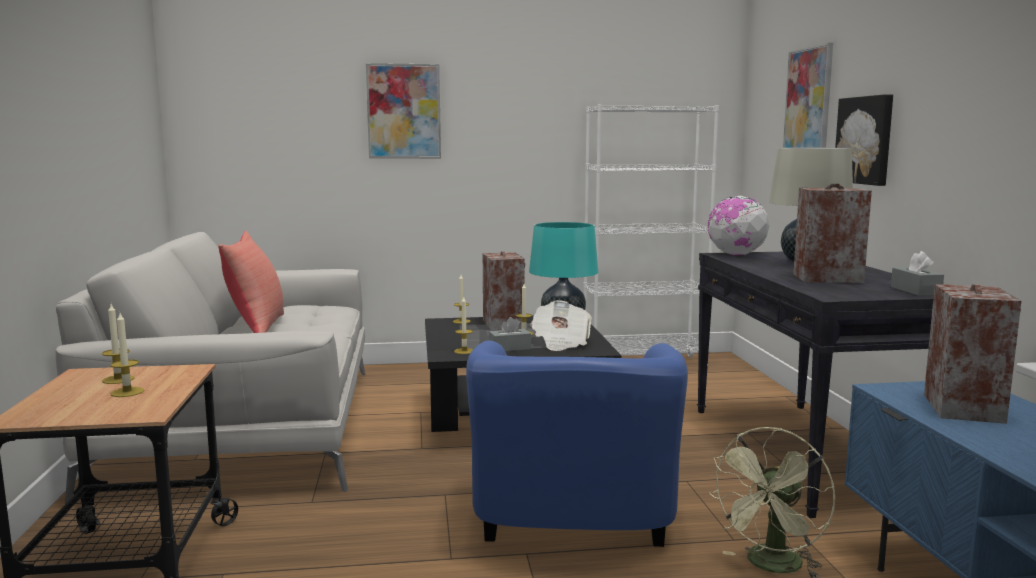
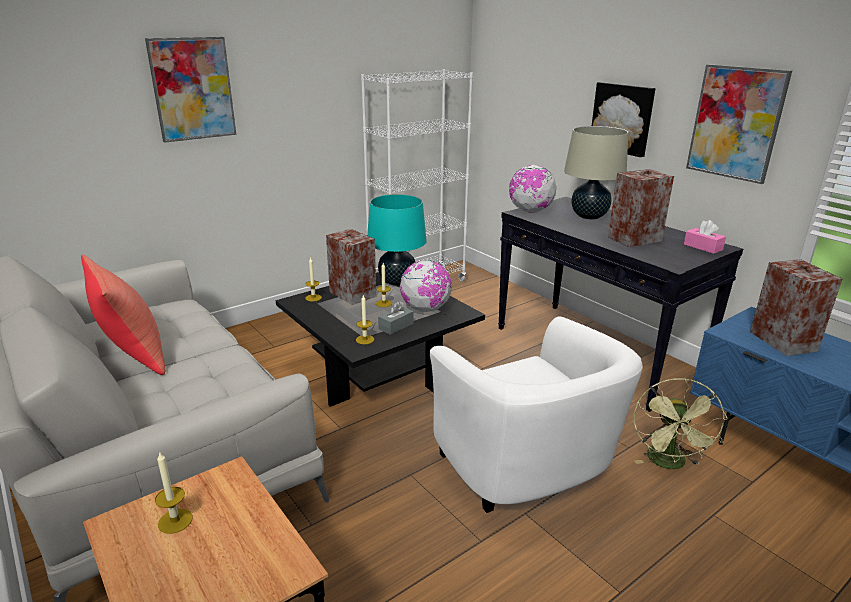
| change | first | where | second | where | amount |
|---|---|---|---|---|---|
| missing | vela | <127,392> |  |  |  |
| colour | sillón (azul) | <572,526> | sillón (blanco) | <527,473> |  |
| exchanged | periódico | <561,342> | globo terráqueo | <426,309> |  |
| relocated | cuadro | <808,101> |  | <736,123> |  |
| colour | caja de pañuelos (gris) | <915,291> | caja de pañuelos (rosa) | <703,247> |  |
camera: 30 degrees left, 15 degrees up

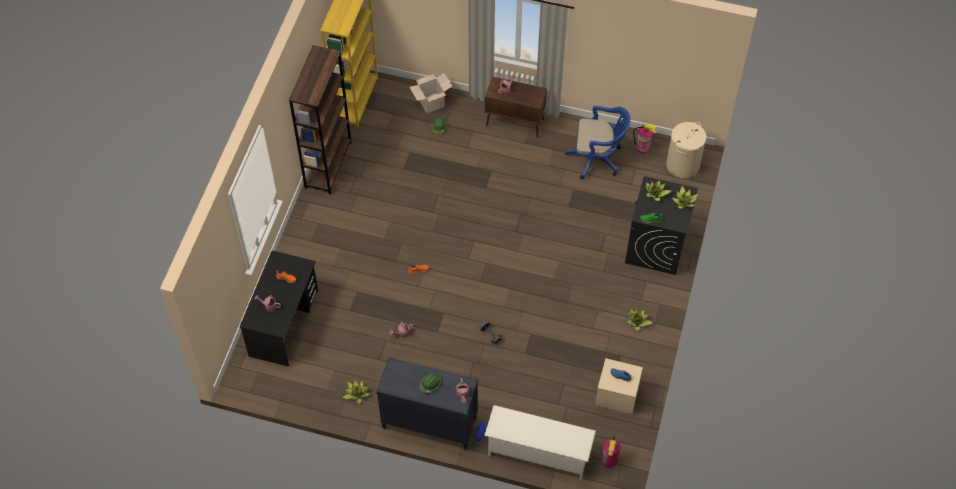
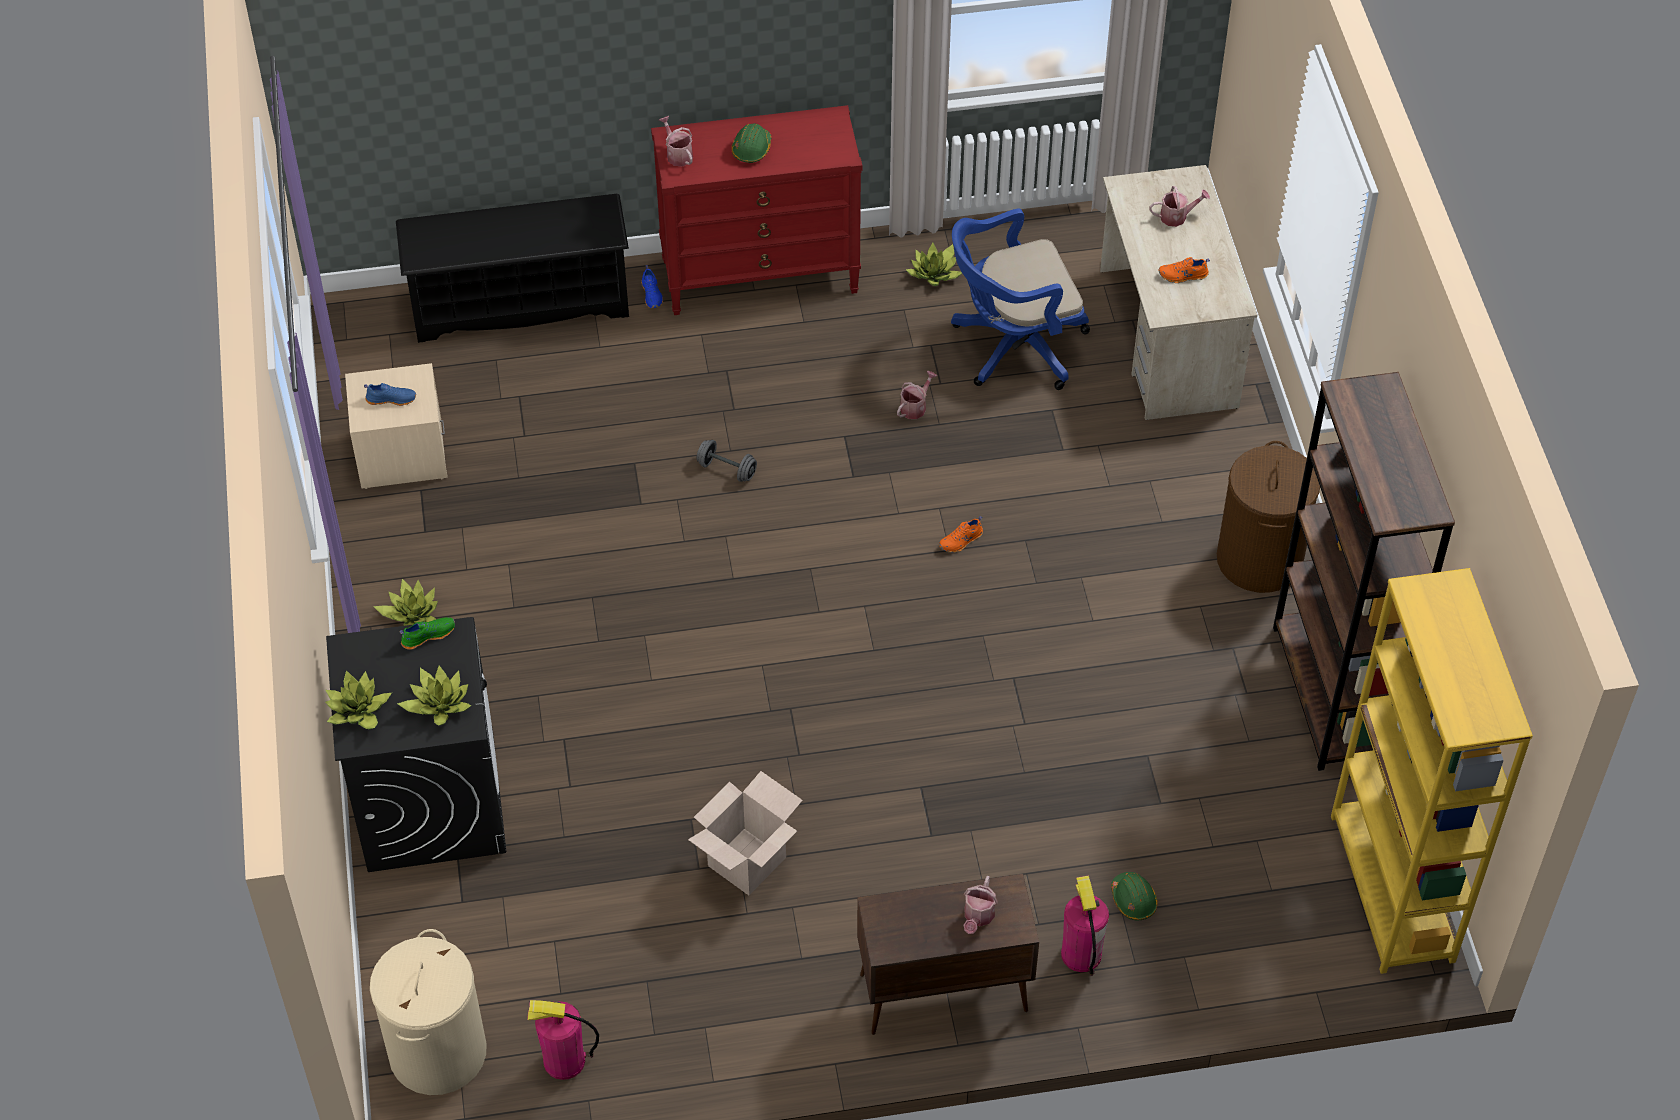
| change | first | where | second | where | amount |
|---|---|---|---|---|---|
| colour | escritorio (negro) | <284,323> | escritorio (beis) | <1167,338> |  |
| colour | cómoda (negro) | <429,424> | cómoda (rojo) | <761,275> |  |
| relocated | caja de cartón | <431,103> |  | <747,862> |  |
| colour | zapatero (blanco) | <538,452> | zapatero (negro) | <520,303> |  |
| relocated | silla de oficina (azul) | <597,158> |  | <1012,347> |  |
| relocated | extintor | <609,460> |  | <1081,954> |  |
| appeared |  |  | cesto de la ropa (marrón) | <1260,560> |  |
camera: 155 degrees right, 5 degrees down

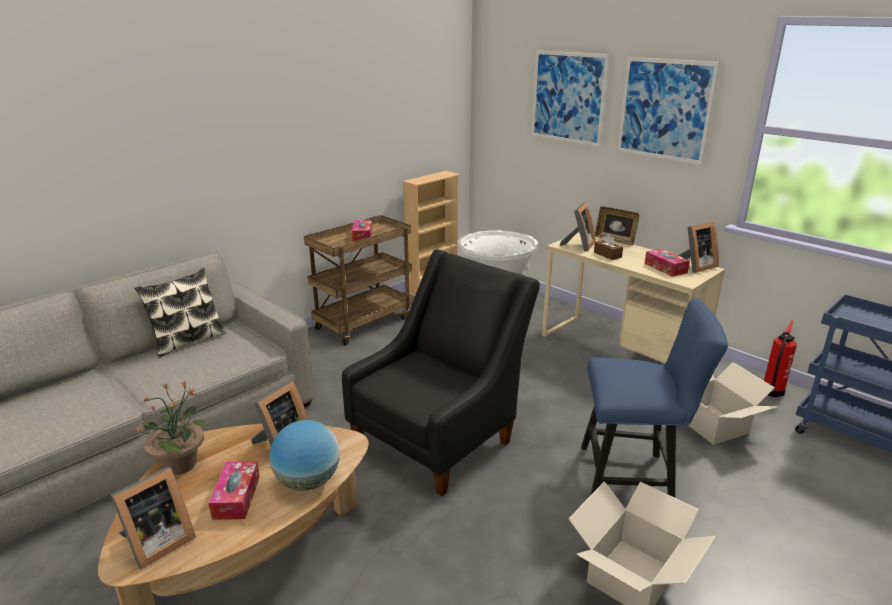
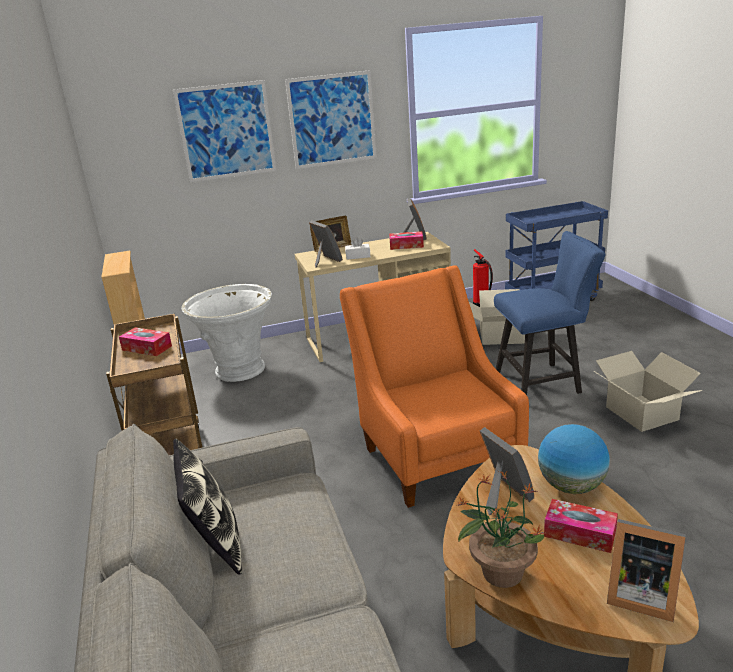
| change | first | where | second | where | amount |
|---|---|---|---|---|---|
| spun | portarretratos | <156,543> |  | <639,595> | 135 degrees clockwise |
| colour | sillón (negro) | <440,437> | sillón (naranja) | <435,453> |  |
| spun | silla (azul) | <633,478> |  | <543,382> | 45 degrees clockwise |
| colour | caja de pañuelos (marrón) | <607,255> | caja de pañuelos (blanco) | <358,256> |  |
camera: 60 degrees left, 0 degrees up

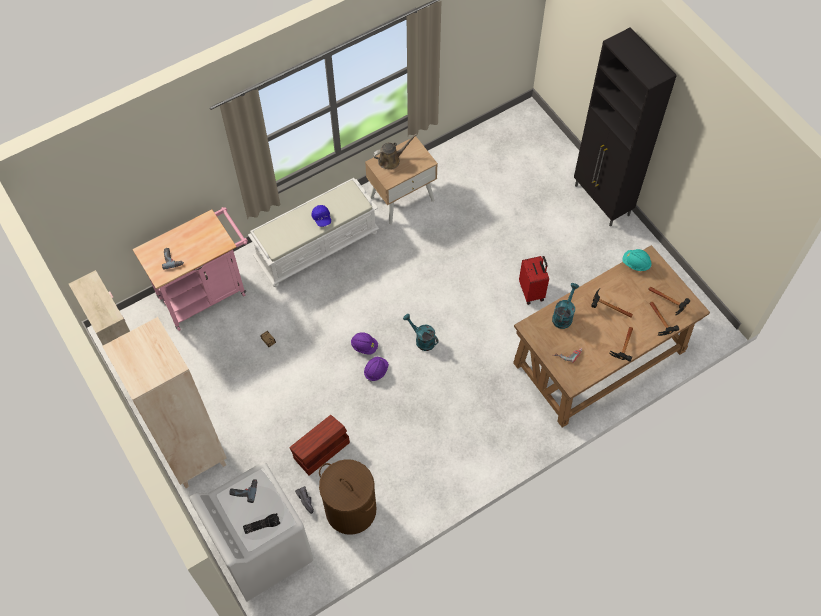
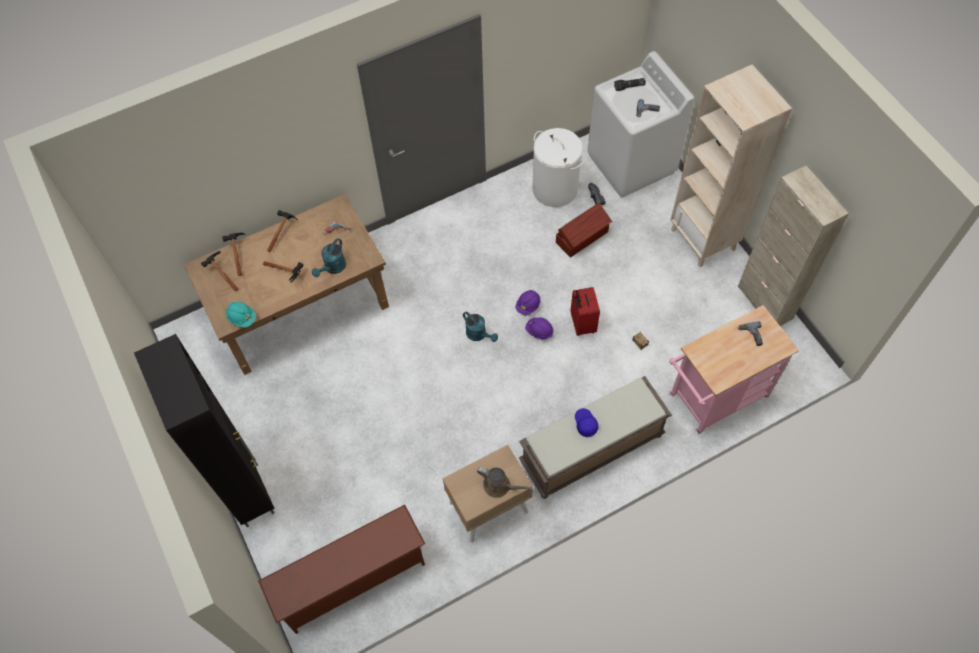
| change | first | where | second | where | amount |
|---|---|---|---|---|---|
| colour | banco (blanco) | <317,245> | banco (marrón) | <591,450> |  |
| colour | cesto de la ropa (marrón) | <350,510> | cesto de la ropa (blanco) | <555,189> |  |
| spun | regadera (marrón) | <391,160> |  | <499,486> | 135 degrees counterclockwise |
| relocated | maleta (rojo) | <532,291> |  | <582,324> |  |
| appeared |  |  | zapatero (marrón) | <352,581> |  |
camera: 175 degrees left, 0 degrees up

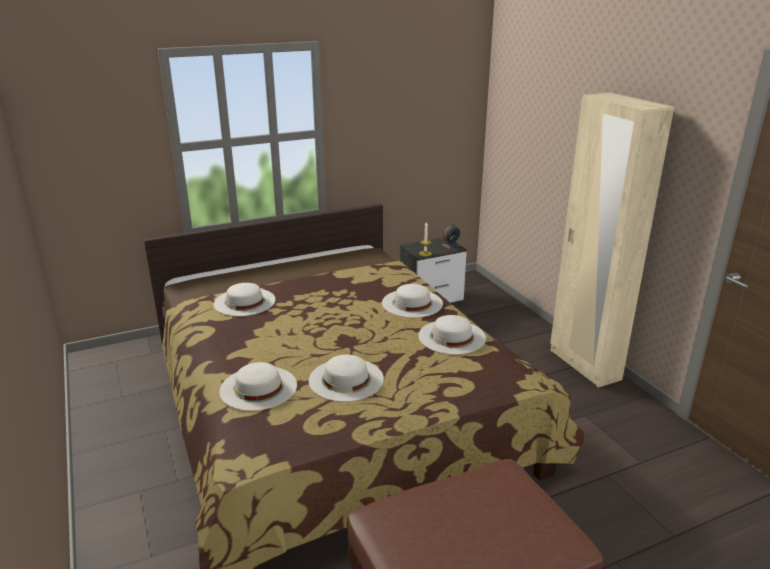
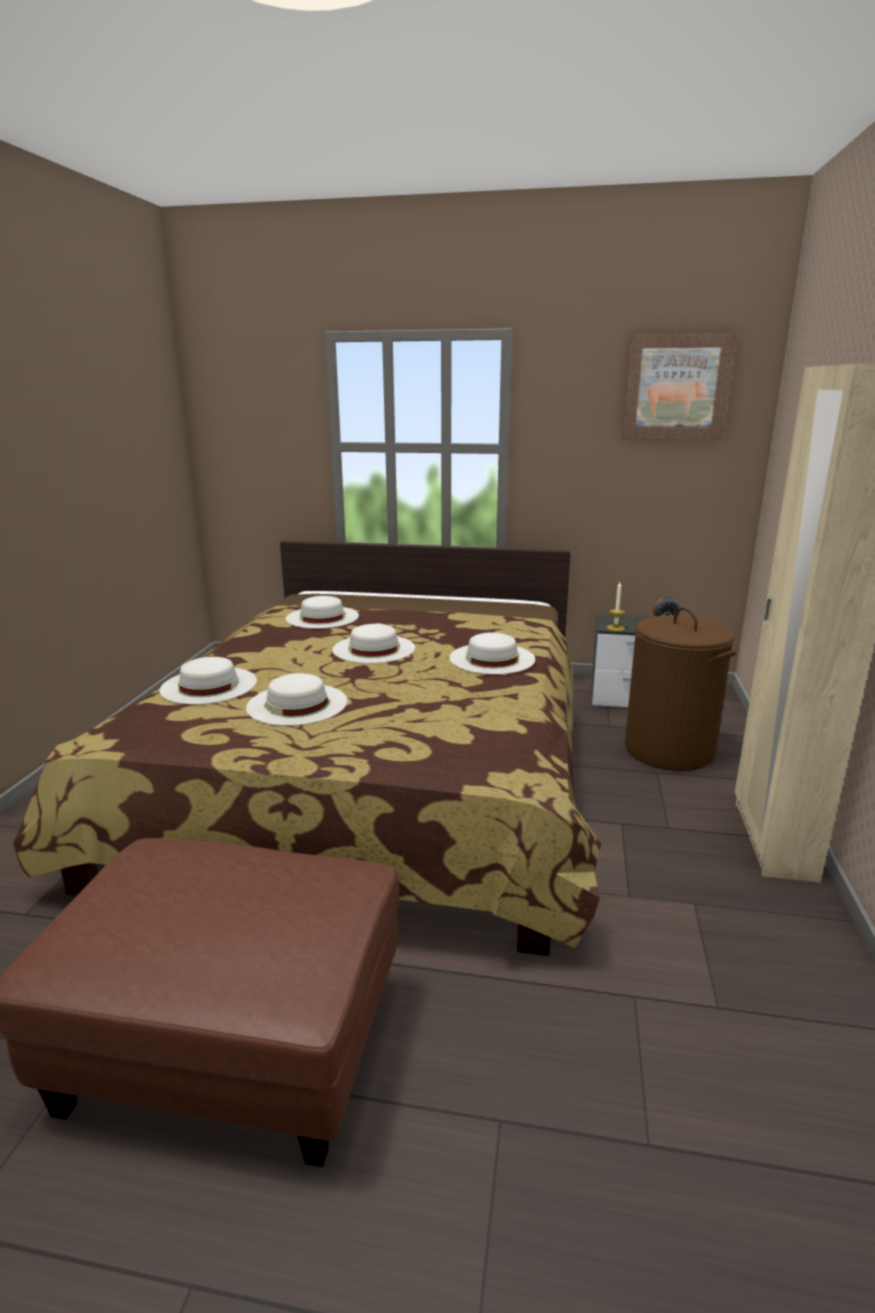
| change | first | where | second | where | amount |
|---|---|---|---|---|---|
| relocated | sombrero (blanco) | <452,336> |  | <374,648> |  |
| appeared |  |  | cuadro | <676,387> |  |
| appeared |  |  | cesto de la ropa (marrón) | <669,750> |  |
camera: 35 degrees right, 5 degrees down

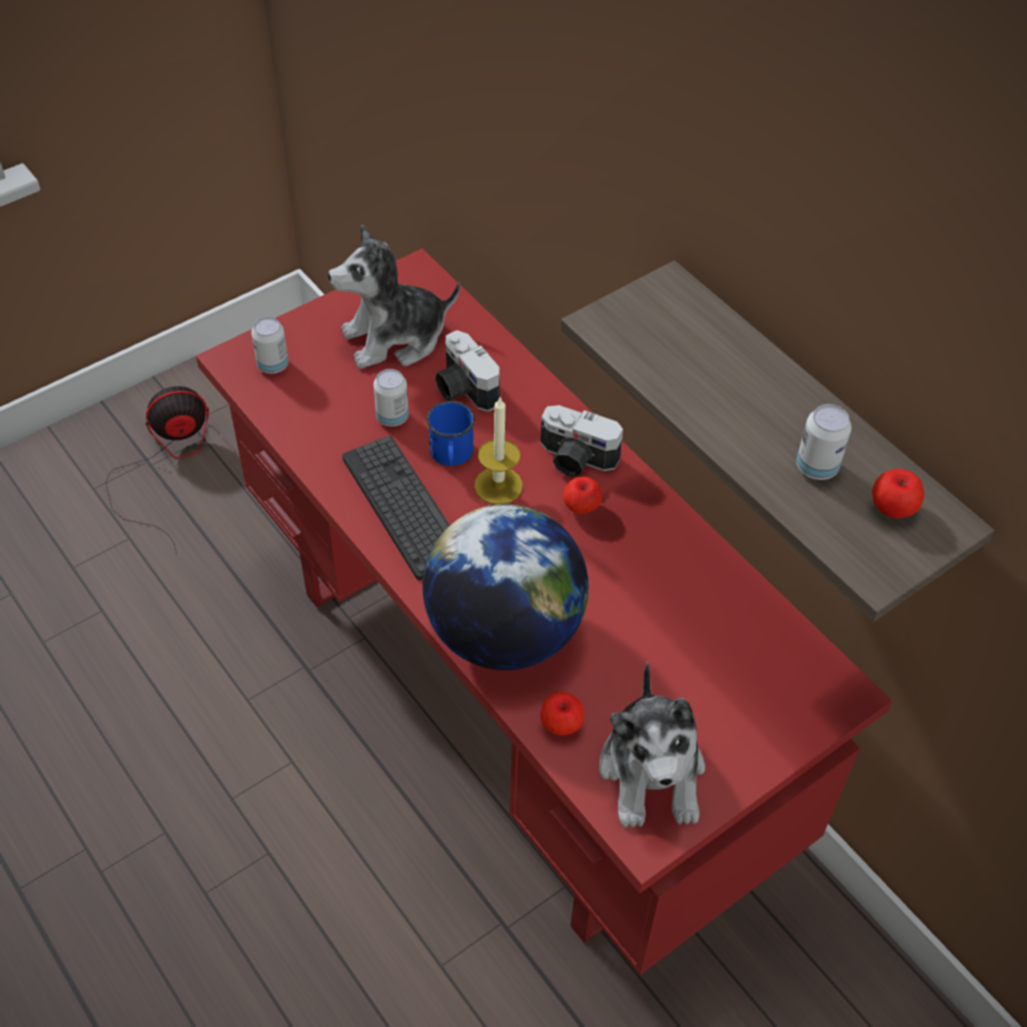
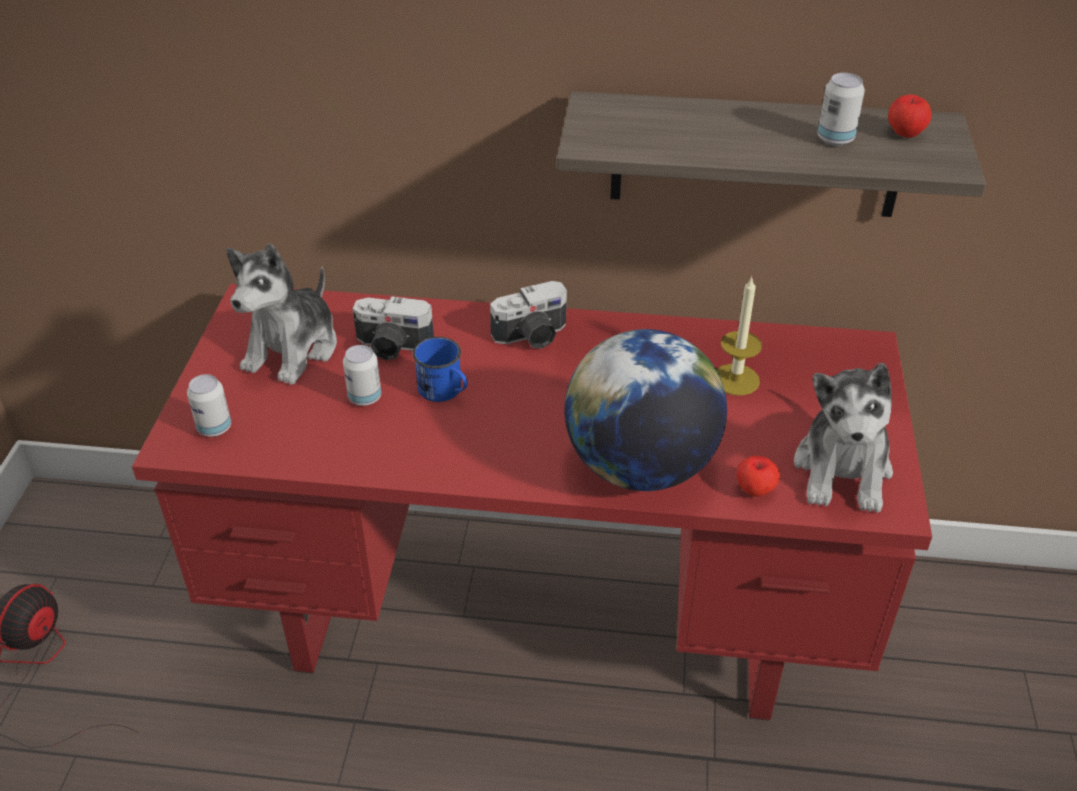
| change | first | where | second | where | amount |
|---|---|---|---|---|---|
| missing | teclado | <404,507> |  |  |  |
| relocated | vela | <498,485> |  | <735,379> |  |
| missing | manzana | <581,507> |  |  |  |
| spun | peluche | <652,771> |  | <843,470> | 60 degrees clockwise |
camera: 45 degrees left, 10 degrees down

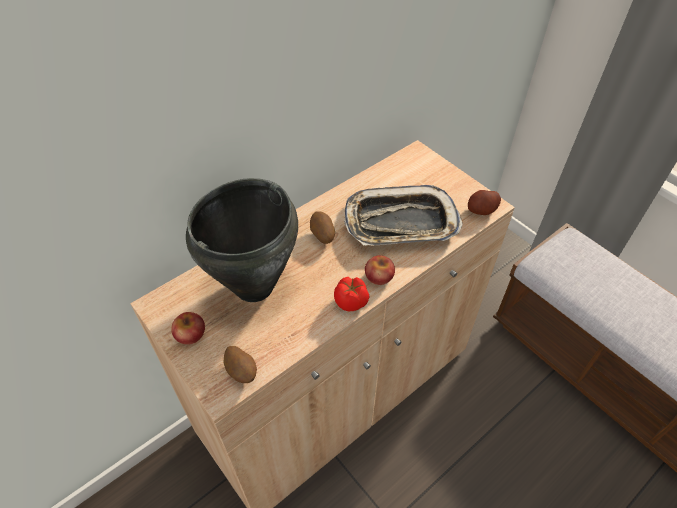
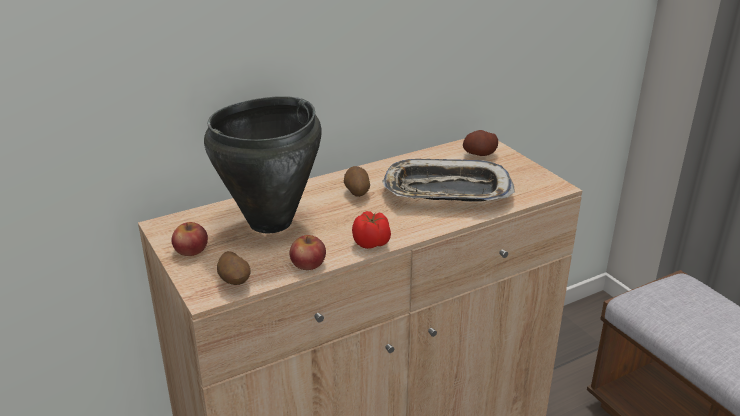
| change | first | where | second | where | amount |
|---|---|---|---|---|---|
| relocated | manzana | <379,276> |  | <308,263> |  |
| relocated | patata | <481,210> |  | <480,154> |  |
camera: 10 degrees right, 20 degrees down

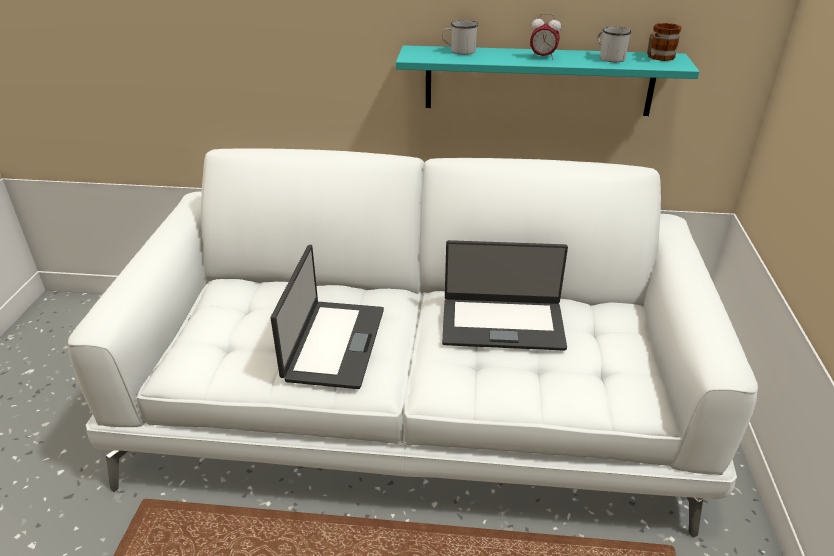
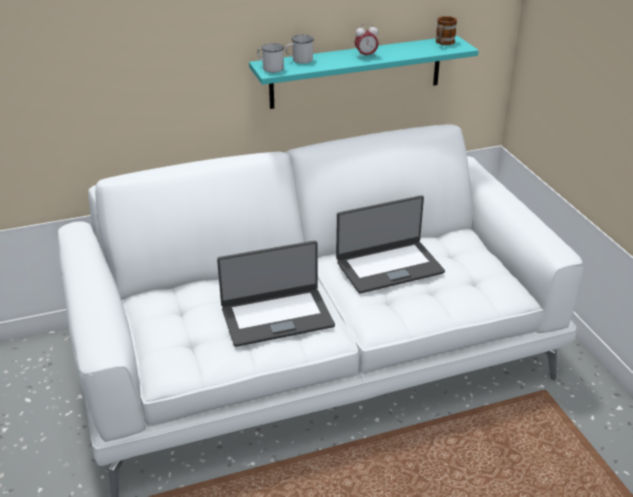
| change | first | where | second | where | amount |
|---|---|---|---|---|---|
| spun | portátil | <333,344> |  | <276,316> | 90 degrees clockwise |
| relocated | taza grande (blanco) | <609,57> |  | <270,68> |  |
camera: 25 degrees left, 0 degrees up

